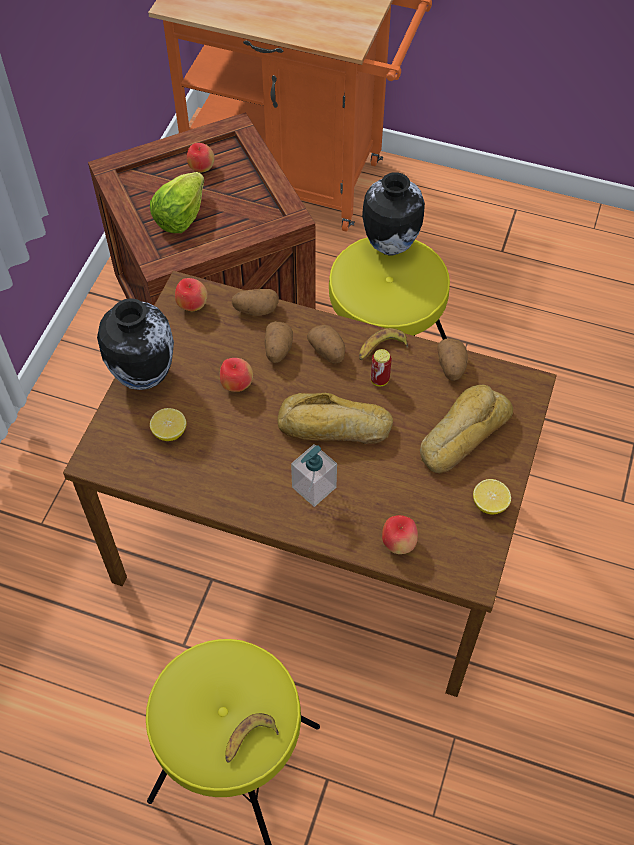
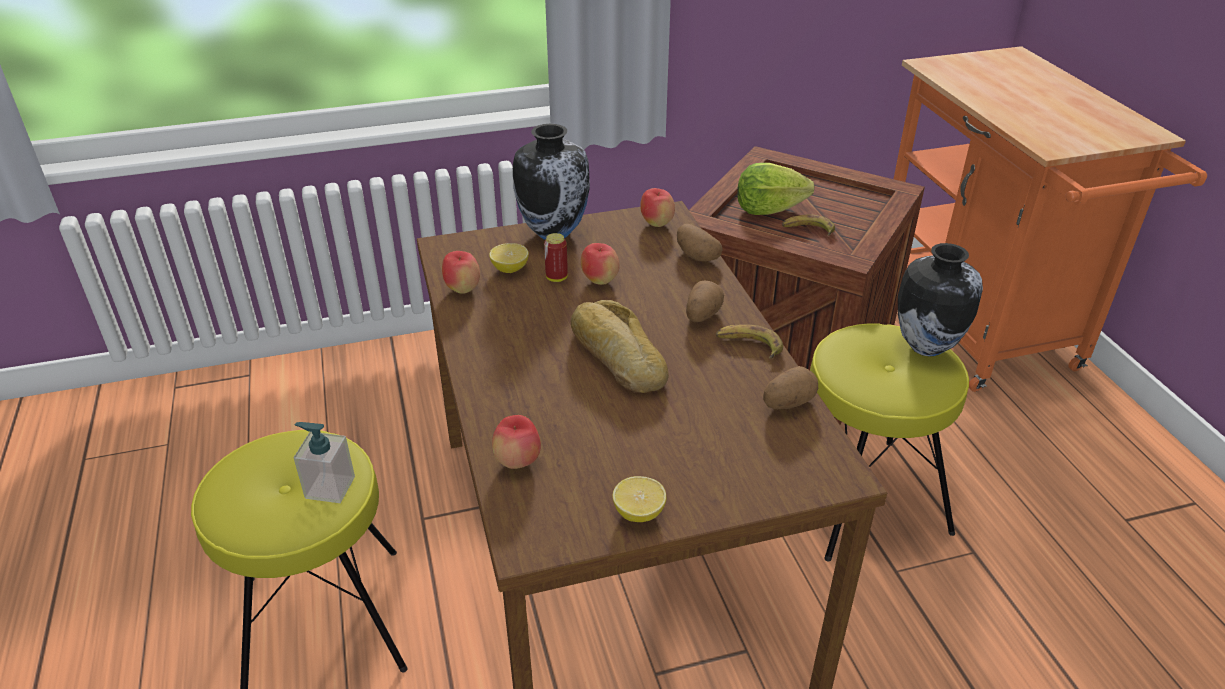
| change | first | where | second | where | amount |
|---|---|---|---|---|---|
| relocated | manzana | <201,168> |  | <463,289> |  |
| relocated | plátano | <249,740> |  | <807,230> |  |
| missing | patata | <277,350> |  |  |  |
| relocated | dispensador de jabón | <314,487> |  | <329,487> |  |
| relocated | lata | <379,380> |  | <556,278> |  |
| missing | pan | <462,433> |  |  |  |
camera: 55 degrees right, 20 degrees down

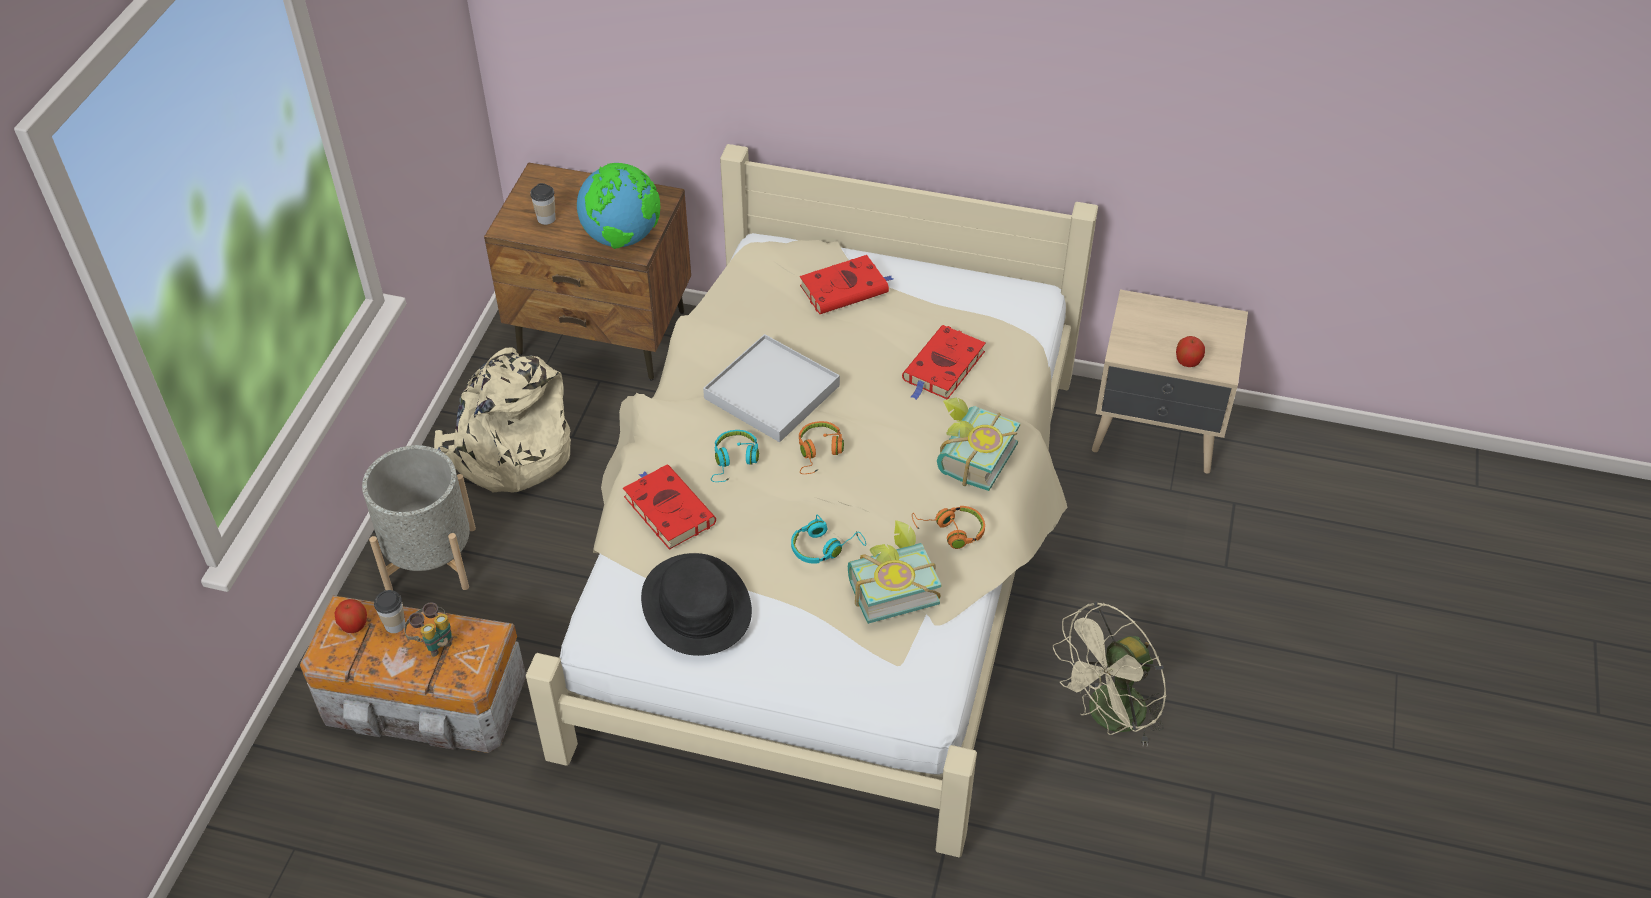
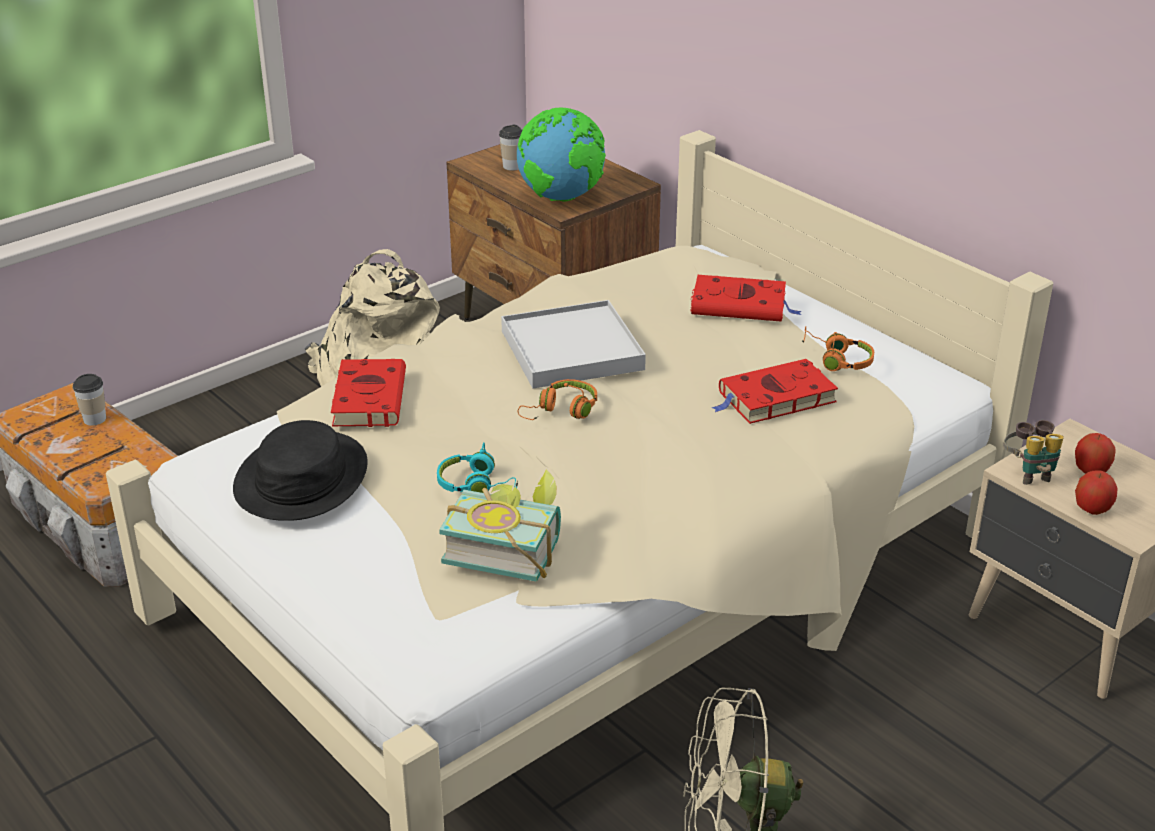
| change | first | where | second | where | amount |
|---|---|---|---|---|---|
| relocated | manzana | <354,625> |  | <1091,470> |  |
| missing | maceta (gris) | <431,559> |  |  |  |
| relocated | prismáticos | <434,642> |  | <1029,473> |  |
| missing | auriculares (turquesa) | <734,461> |  |  |  |
| relocated | auriculares (naranja) | <950,531> |  | <836,359> |  |
| missing | libro | <969,457> |  |  |  |
camera: 35 degrees right, 15 degrees down

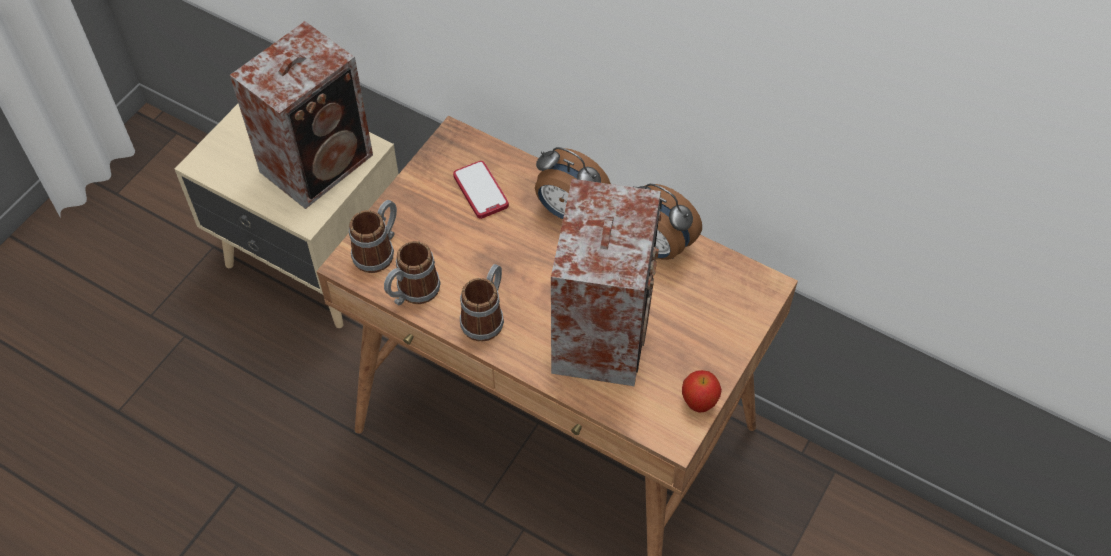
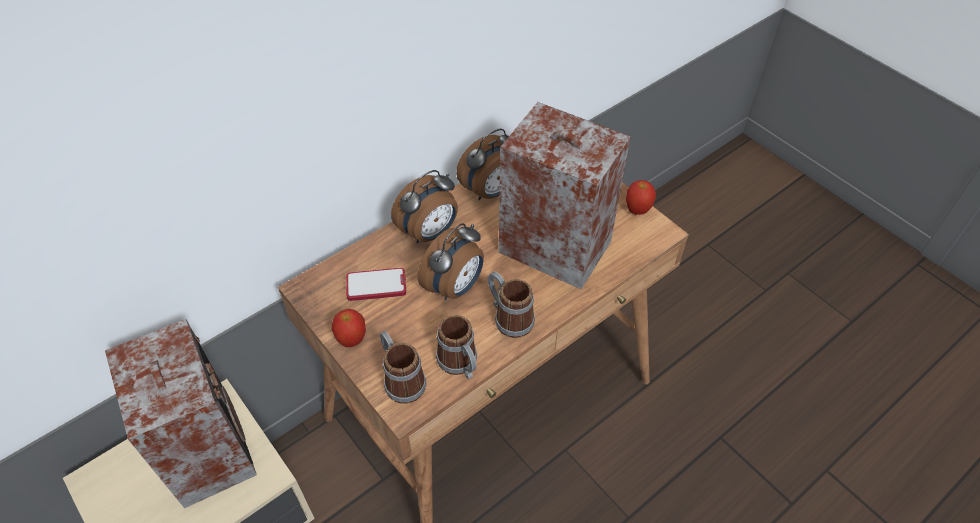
| change | first | where | second | where | amount |
|---|---|---|---|---|---|
| appeared |  |  | manzana | <352,340> |  |
| appeared |  |  | despertador | <455,287> |  |
camera: 70 degrees left, 5 degrees down

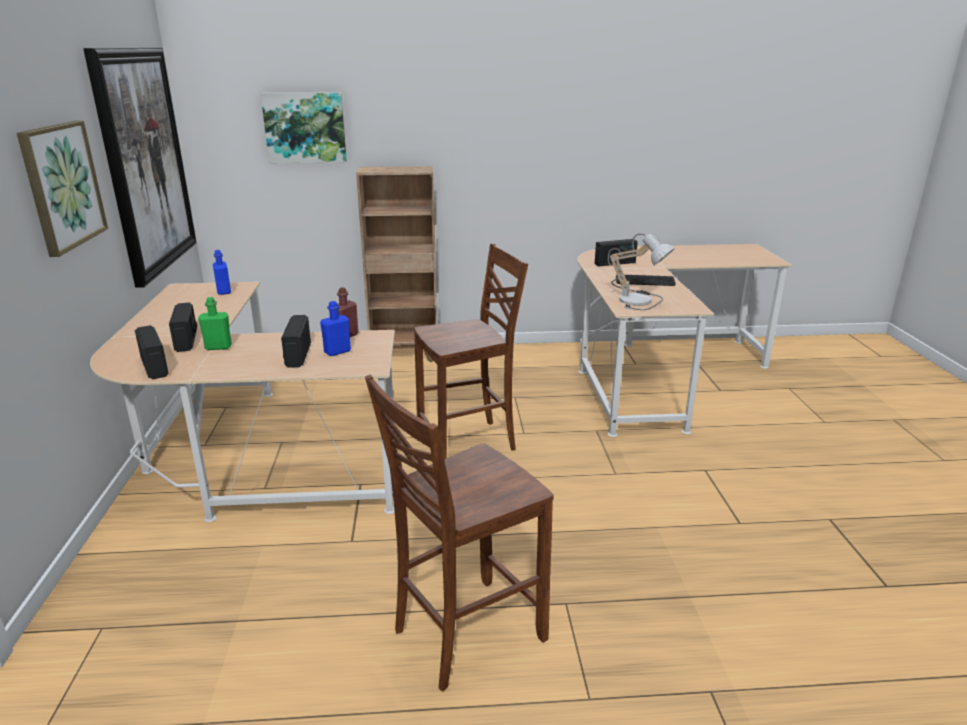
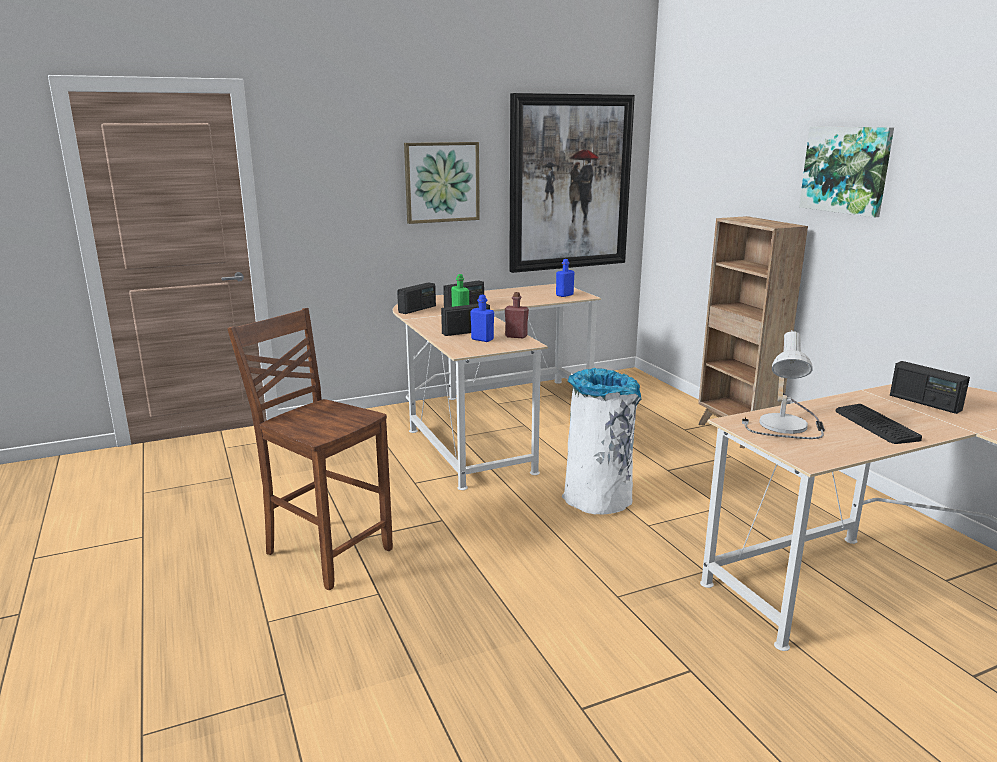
| change | first | where | second | where | amount |
|---|---|---|---|---|---|
| relocated | cuadro | <305,127> |  | <846,170> |  |
| exchanged | silla (marrón) | <469,443> | papelera (blanco) | <598,500> |  |
camera: 70 degrees right, 5 degrees down

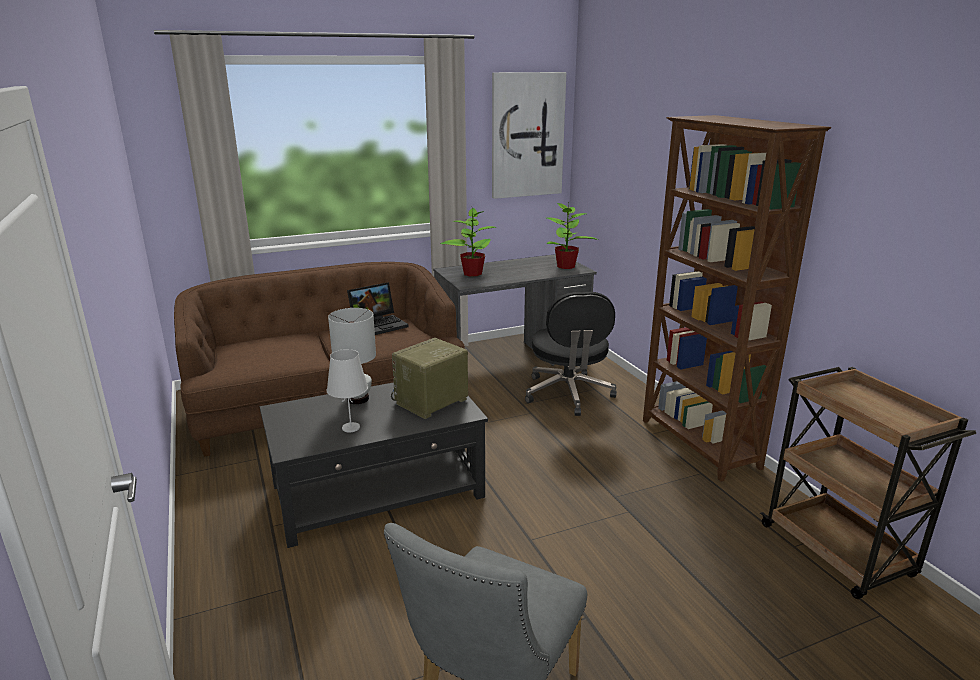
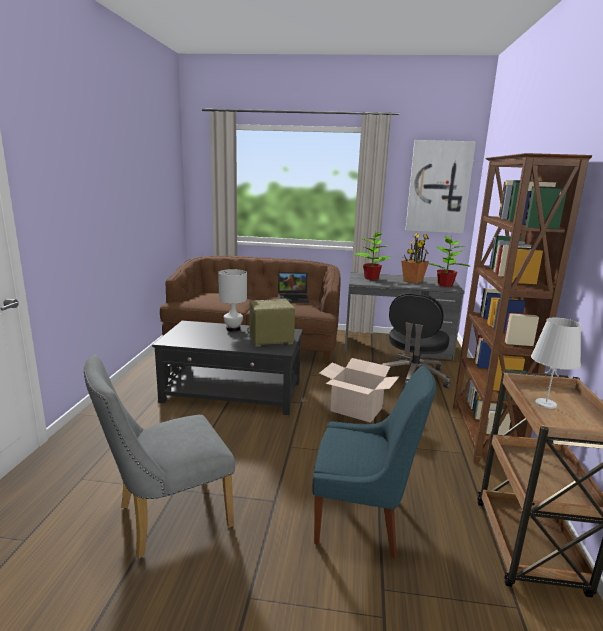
| change | first | where | second | where | amount |
|---|---|---|---|---|---|
| relocated | lámpara de mesa (blanco) | <350,427> |  | <545,403> |  |
| appeared |  |  | silla (azul) | <362,519> |  |
| appeared |  |  | caja de cartón | <356,409> |  |
| appeared |  |  | planta en maceta | <412,281> |  |
camera: 30 degrees right, 5 degrees down

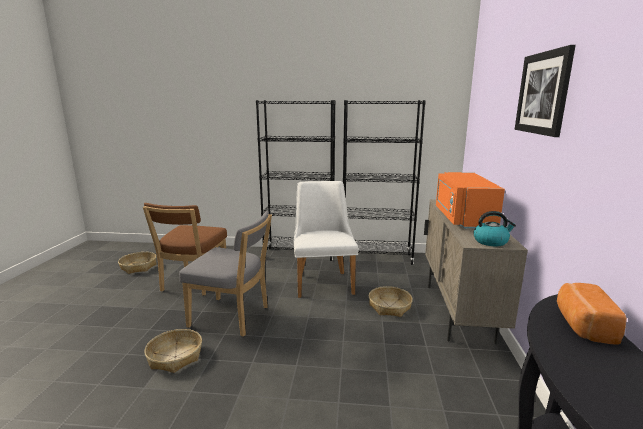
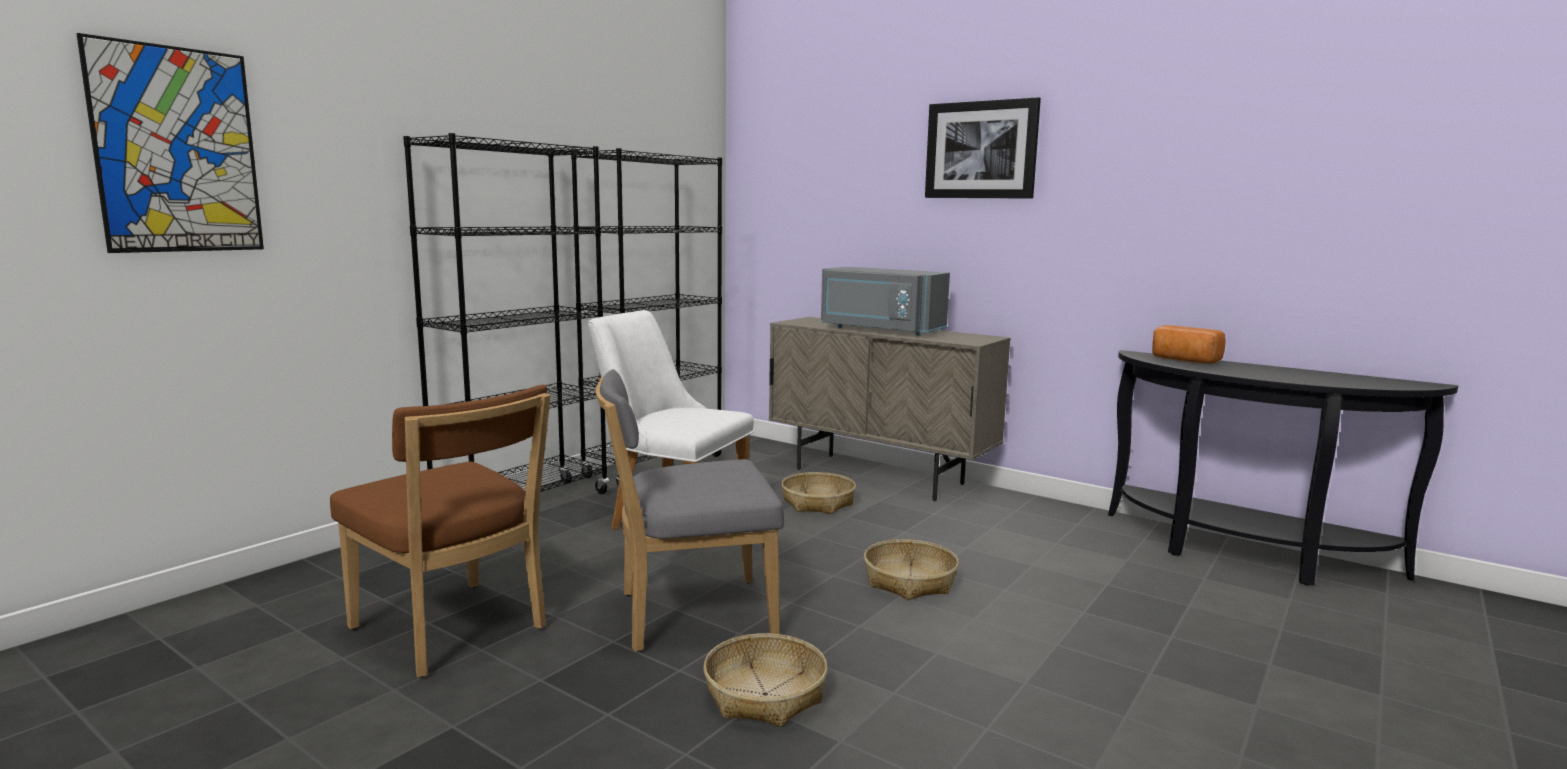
| change | first | where | second | where | amount |
|---|---|---|---|---|---|
| relocated | cesta | <138,267> |  | <909,581> |  |
| spun | silla (gris) | <233,317> |  | <688,615> | 150 degrees counterclockwise |
| colour | microondas (naranja) | <462,218> | microondas (gris) | <879,330> |  |
| missing | hervidor | <491,241> |  |  |  |
| appeared |  |  | cuadro | <177,150> |  |
camera: 60 degrees left, 5 degrees down

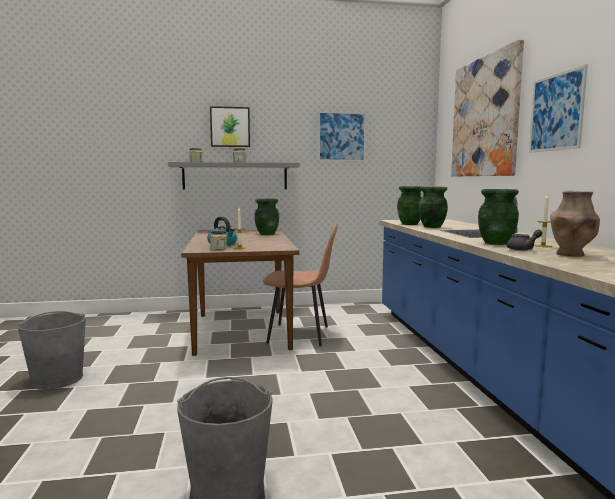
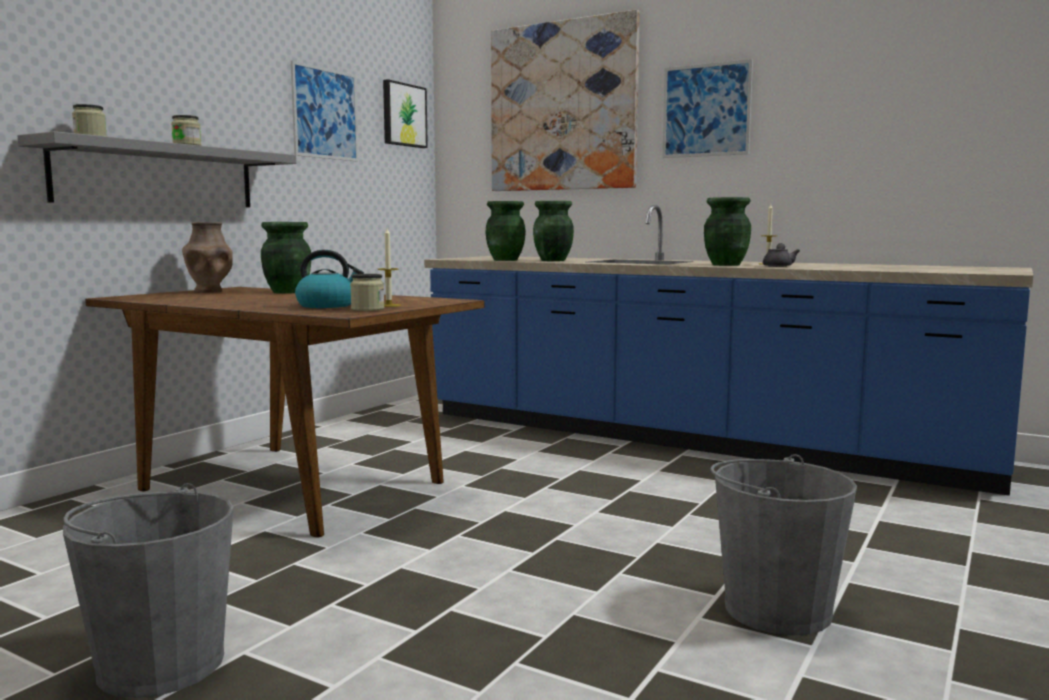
| change | first | where | second | where | amount |
|---|---|---|---|---|---|
| relocated | cuadro | <230,127> |  | <403,115> |  |
| missing | silla (marrón) | <300,335> |  |  |  |
| relocated | florero (marrón) | <571,254> |  | <209,291> |  |
camera: 50 degrees left, 0 degrees up

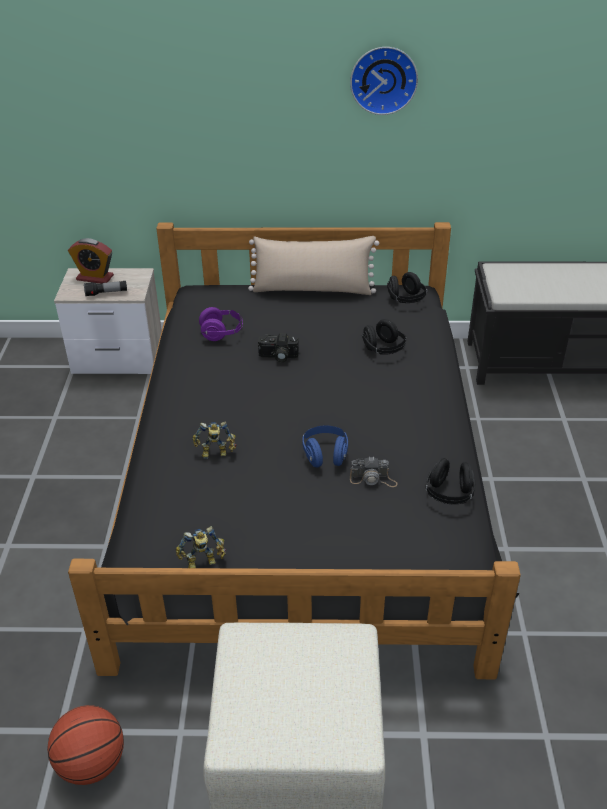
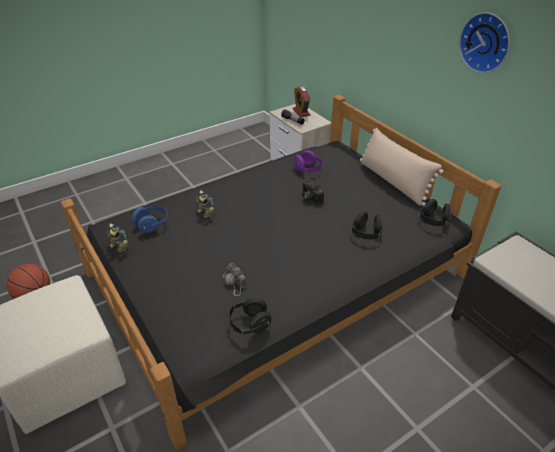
| change | first | where | second | where | amount |
|---|---|---|---|---|---|
| relocated | auriculares (azul) | <325,455> |  | <152,224> |  |
camera: 55 degrees right, 0 degrees up

